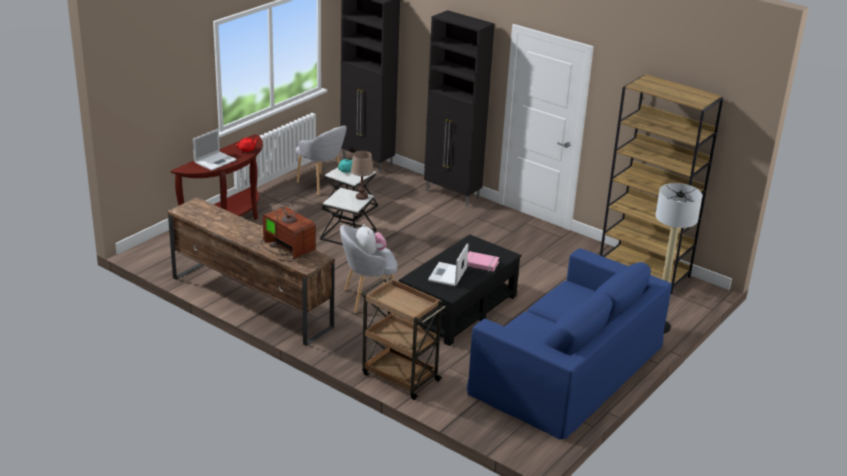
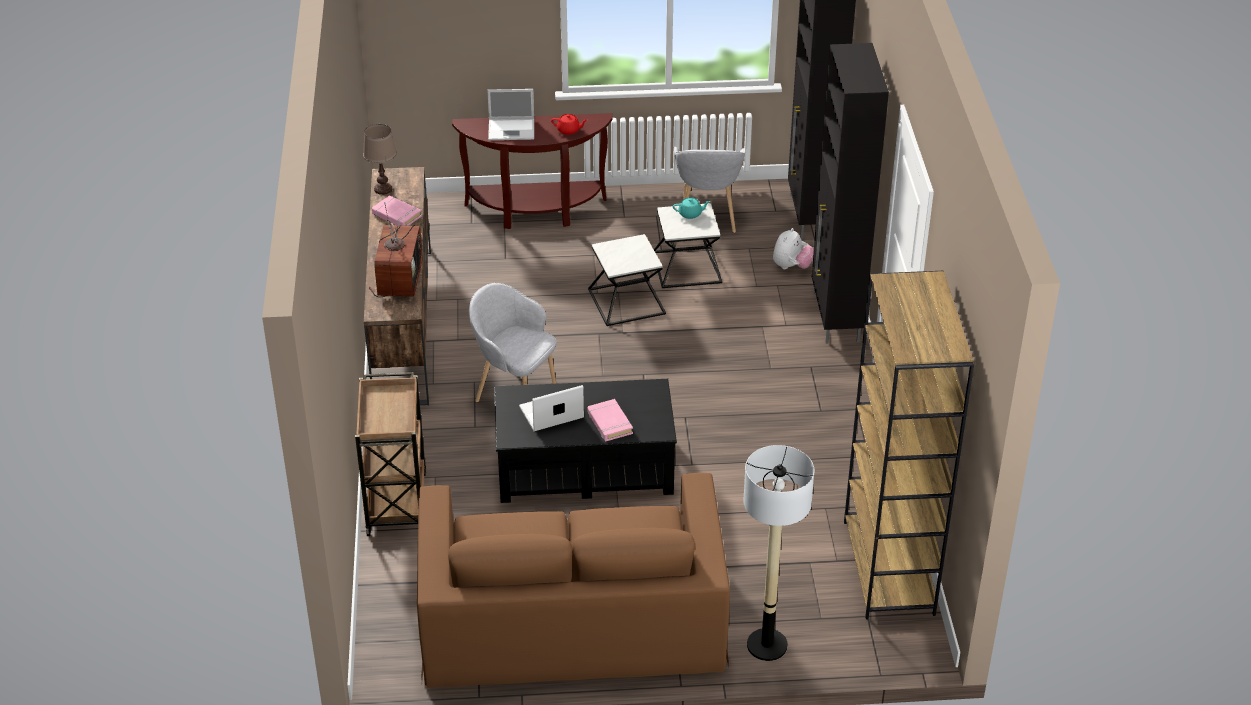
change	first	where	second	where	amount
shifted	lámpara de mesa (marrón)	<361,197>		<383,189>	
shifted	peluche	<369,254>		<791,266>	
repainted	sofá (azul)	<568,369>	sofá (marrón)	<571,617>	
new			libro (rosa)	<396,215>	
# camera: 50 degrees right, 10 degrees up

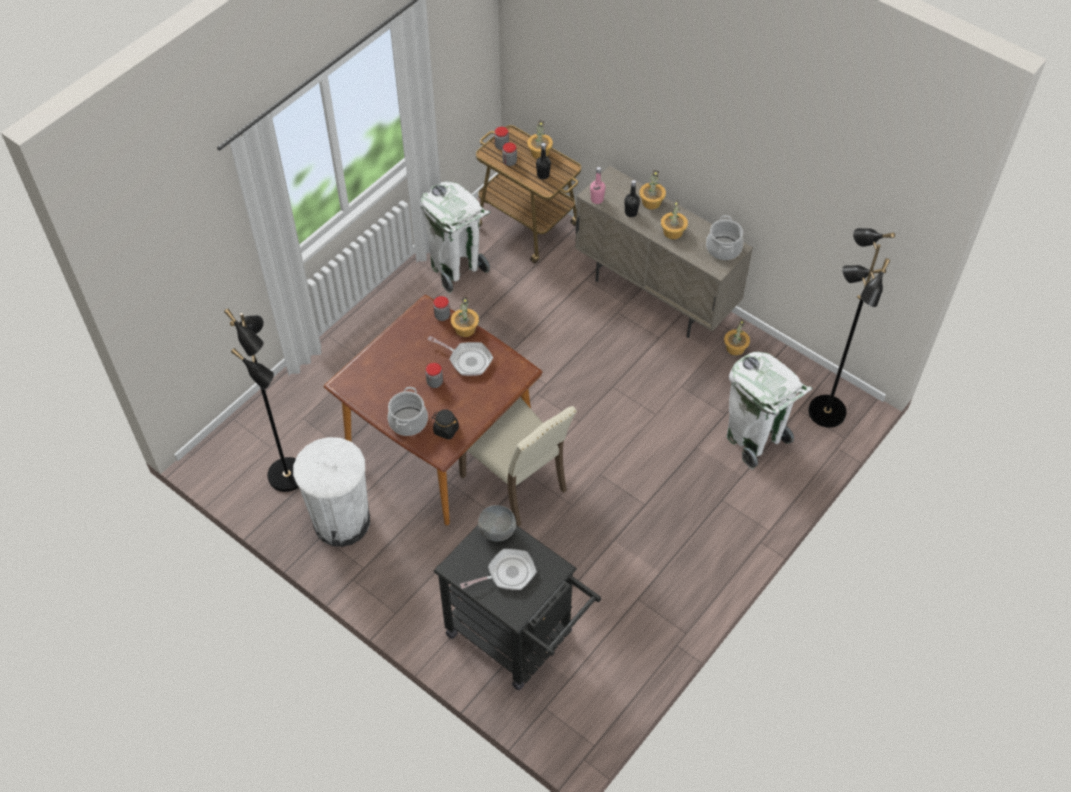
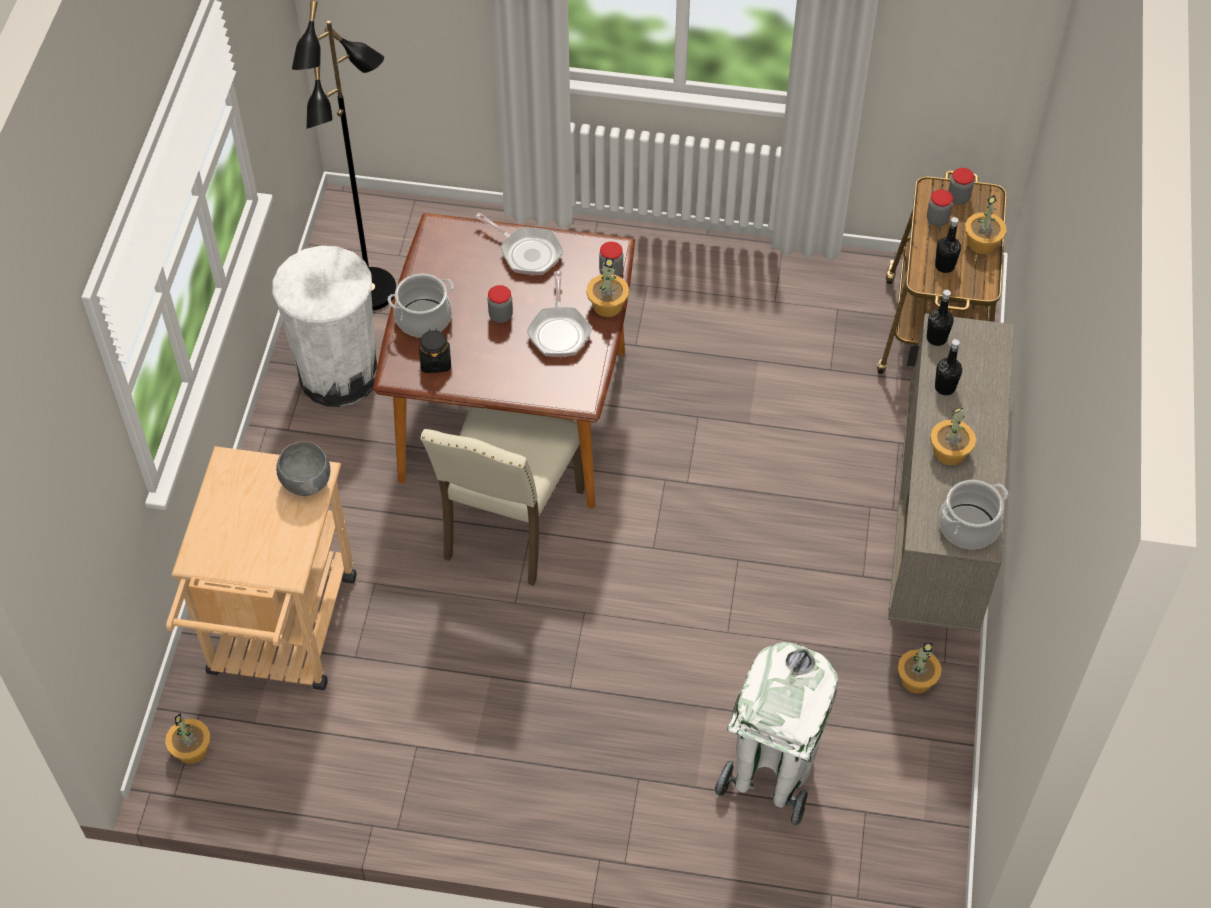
change	first	where	second	where	amount
repainted	botella (rosa)	<597,199>	botella (negro)	<936,338>	
shifted	planta en maceta	<651,202>		<192,749>	
gone	papelera (blanco)	<456,268>			
gone	lámpara de pie (negro)	<825,412>			
repainted	carrito (negro)	<517,639>	carrito (beis)	<279,638>	
shifted	sartén	<507,574>		<527,253>	
# camera: 60 degrees right, 0 degrees up

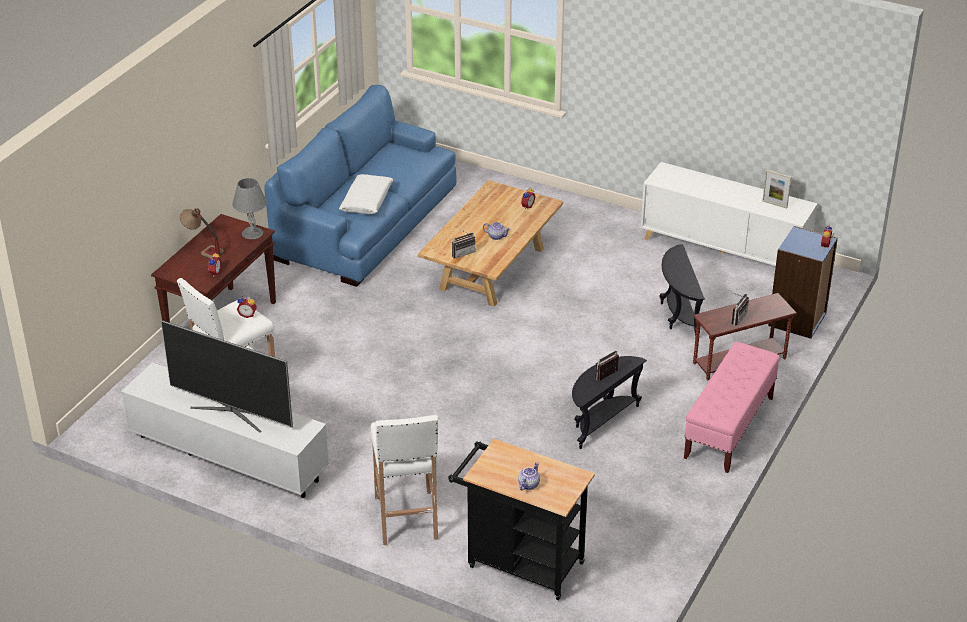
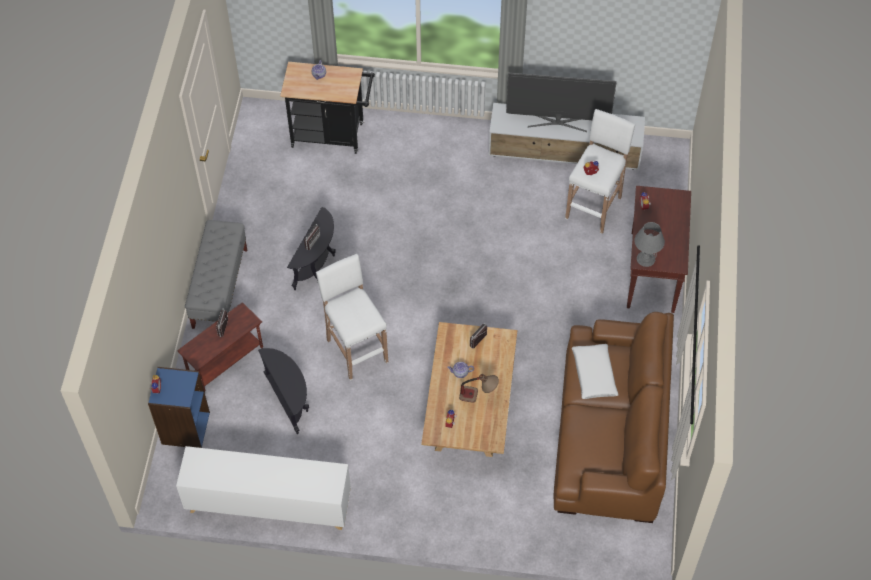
change	first	where	second	where	amount
repainted	sofá (azul)	<366,223>	sofá (marrón)	<610,432>	
gone	portarretratos	<774,204>			
shifted	lámpara de mesa	<203,250>		<478,396>	
repainted	banco (rosa)	<729,428>	banco (gris)	<220,288>	
shifted	taburete (blanco)	<406,519>		<356,350>	
# camera: 160 degrees right, 20 degrees up

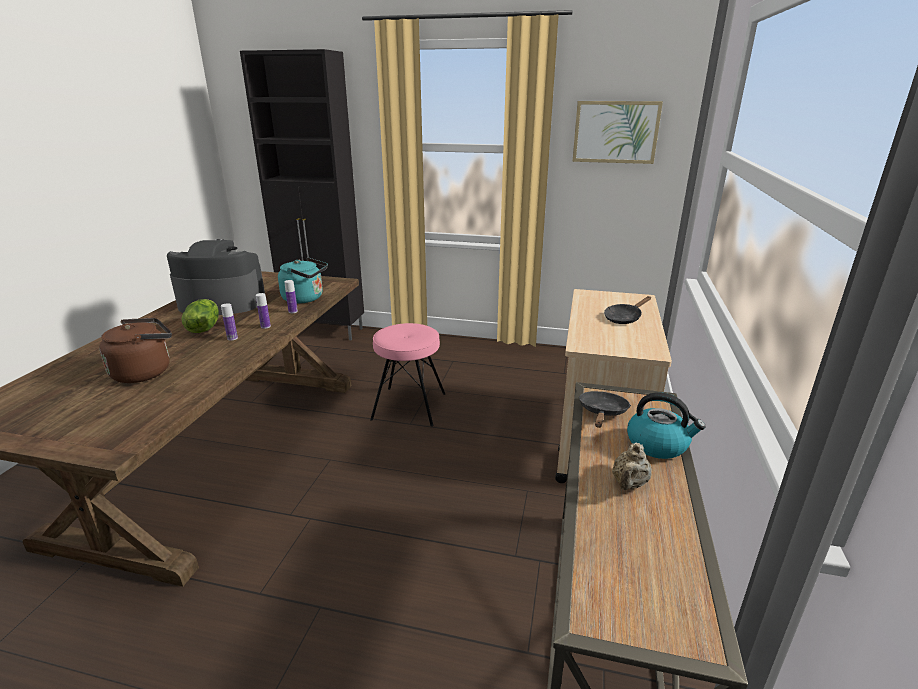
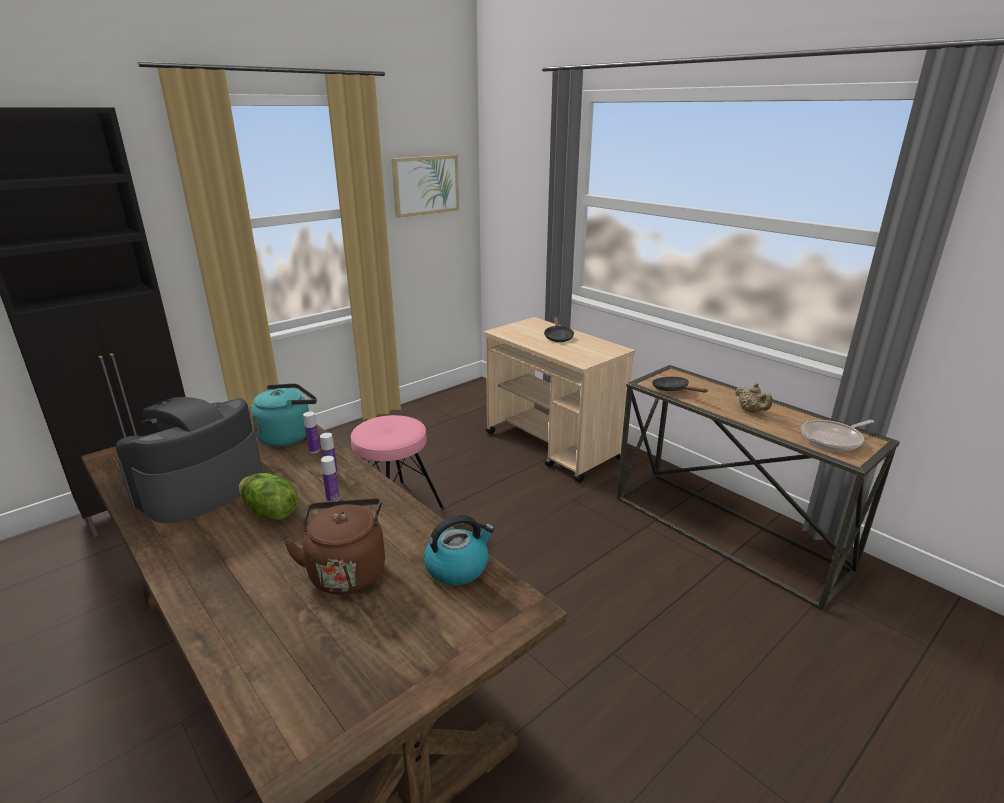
change	first	where	second	where	amount
shifted	hervidor	<658,444>		<458,567>	
new			sartén	<833,439>	
# camera: 55 degrees left, 0 degrees up

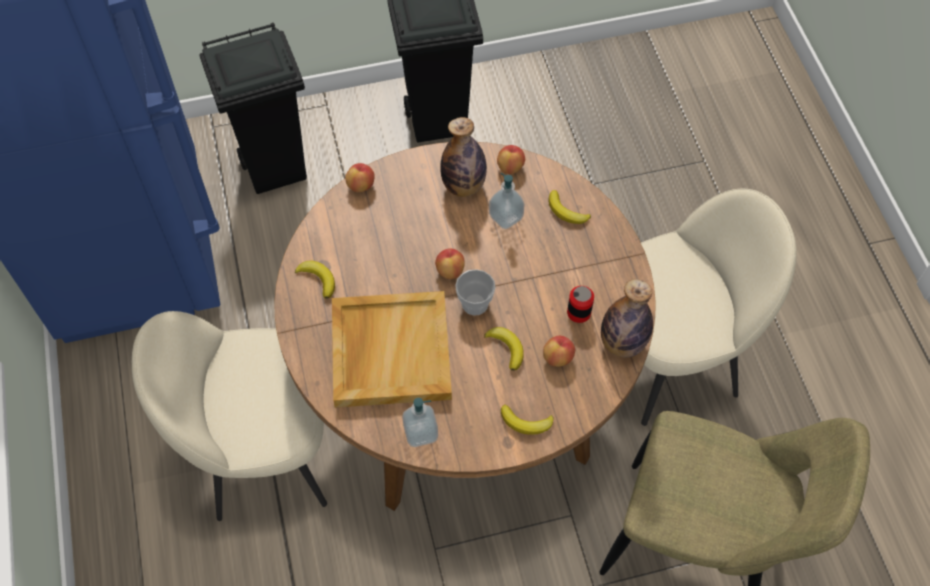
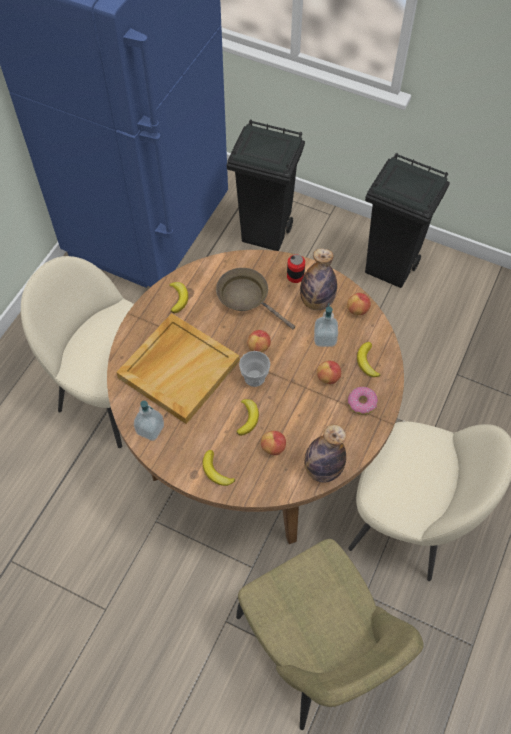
change	first	where	second	where	amount
shifted	manzana	<361,185>		<328,377>	
shifted	lata	<578,313>		<295,276>	
new			sartén (marrón)	<246,297>	
new			rosquilla	<361,403>	
# camera: 40 degrees right, 0 degrees up

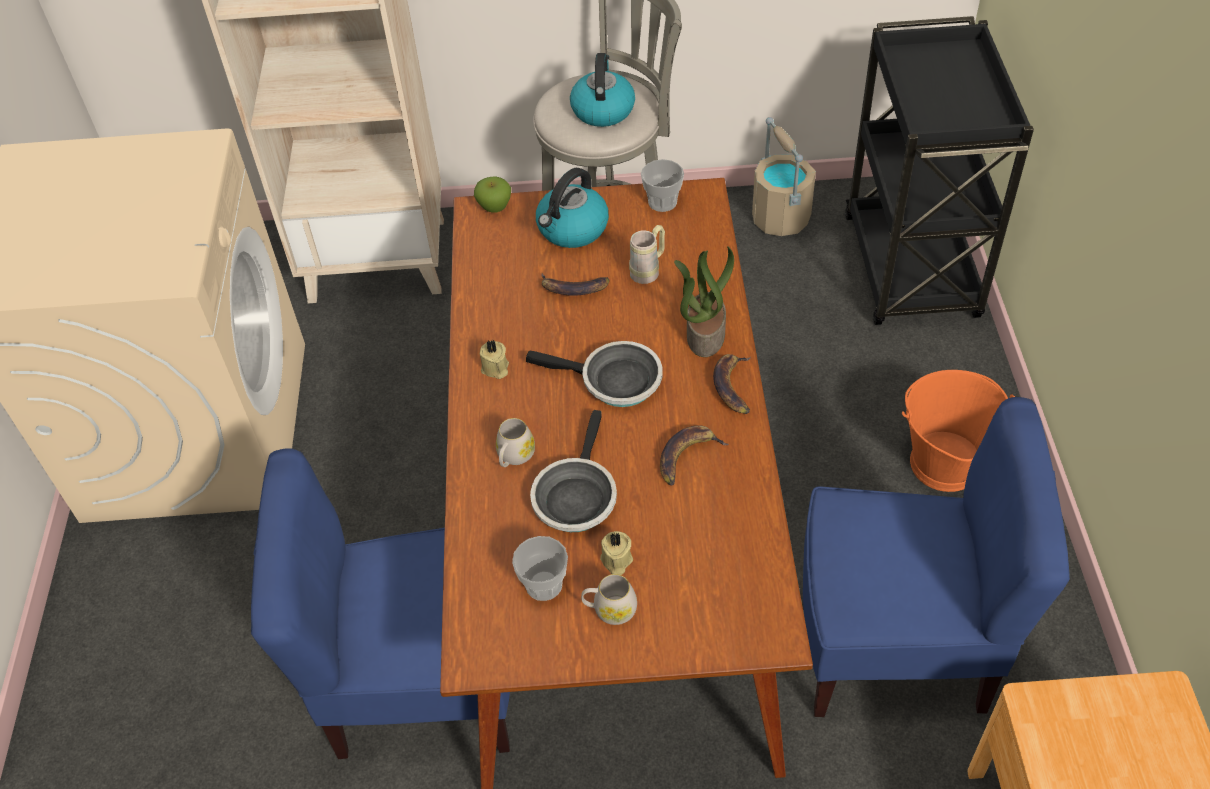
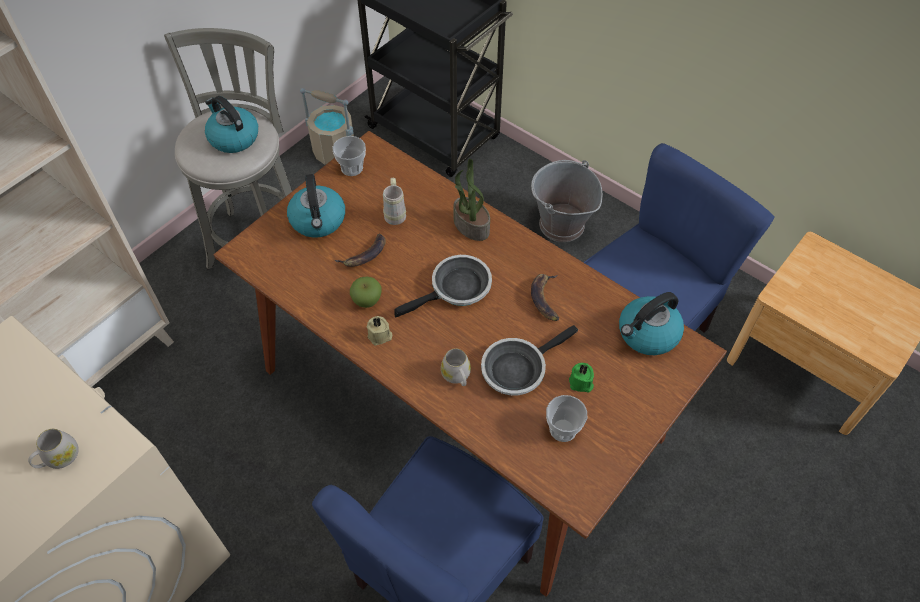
change	first	where	second	where	amount
shifted	manzana	<495,207>		<367,301>	
gone	plátano	<732,386>			
repainted	cubo (naranja)	<943,463>	cubo (gris)	<561,225>	
rotated	sartén	<575,496>		<517,368>	90 degrees clockwise
repainted	vela (beis)	<616,561>	vela (verde)	<581,383>	
shifted	taza grande (blanco)	<610,610>		<59,458>	
new			hervidor	<647,334>	
# camera: 50 degrees left, 5 degrees up

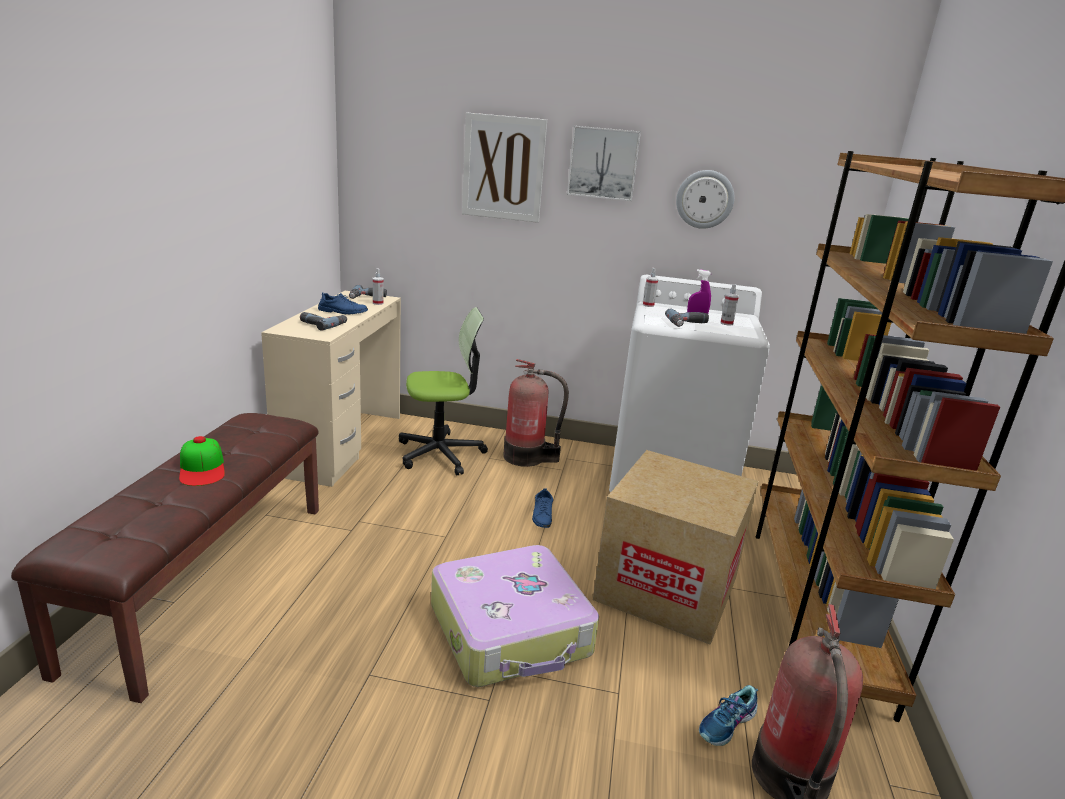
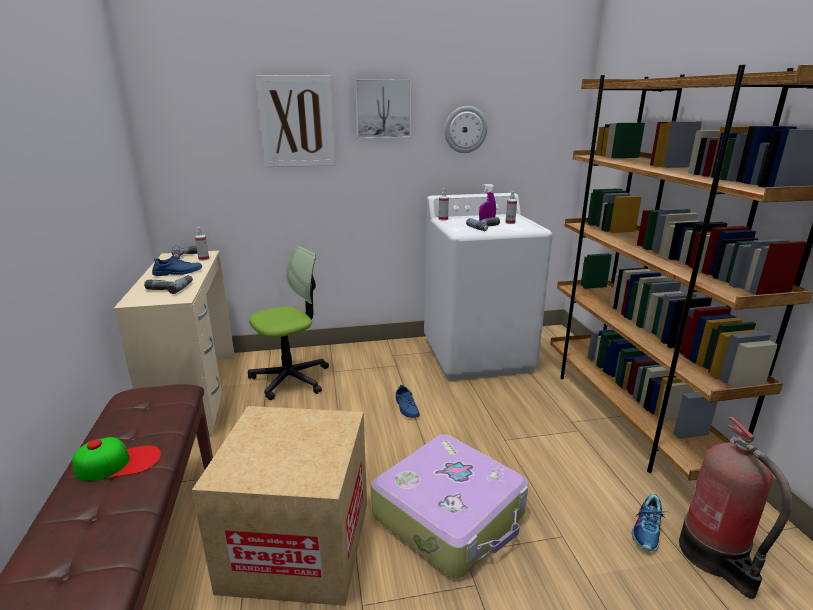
change	first	where	second	where	amount
gone	extintor	<527,457>			
rotated	gorra	<202,468>		<118,462>	60 degrees counterclockwise
shifted	caja de cartón	<667,588>		<297,545>	
# camera: 20 degrees left, 0 degrees up

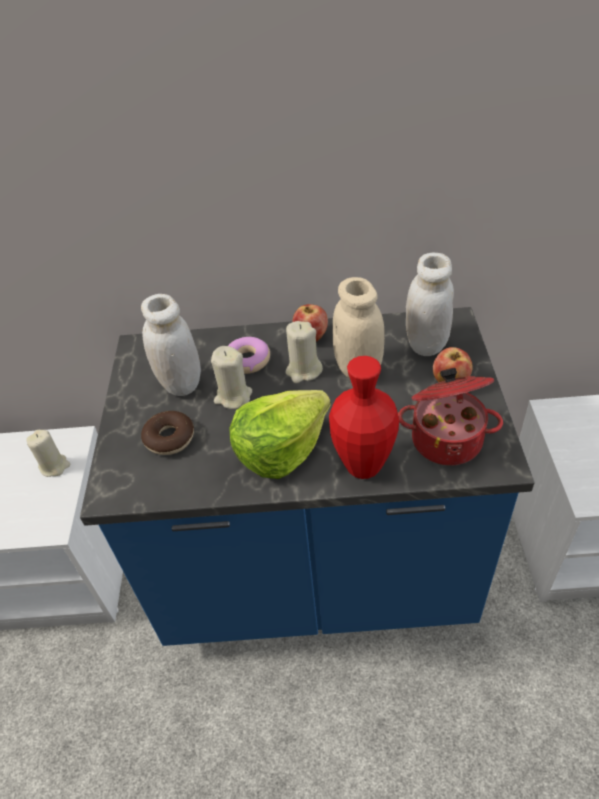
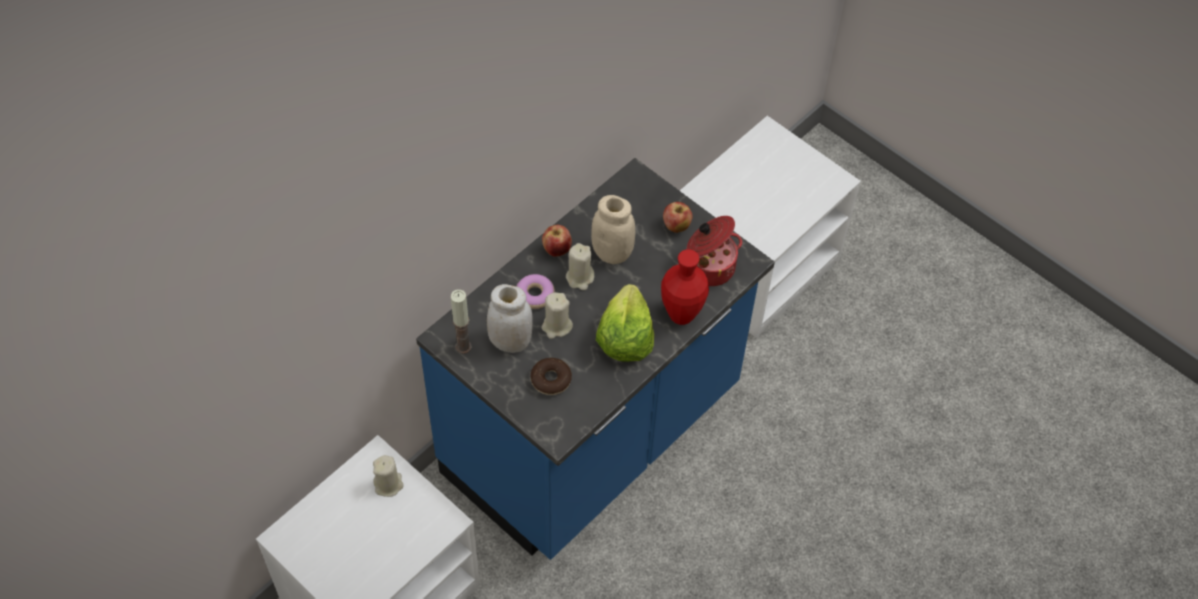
change	first	where	second	where	amount
gone	tarro (blanco)	<426,344>			
new			vela	<463,346>	
# camera: 50 degrees left, 10 degrees up

